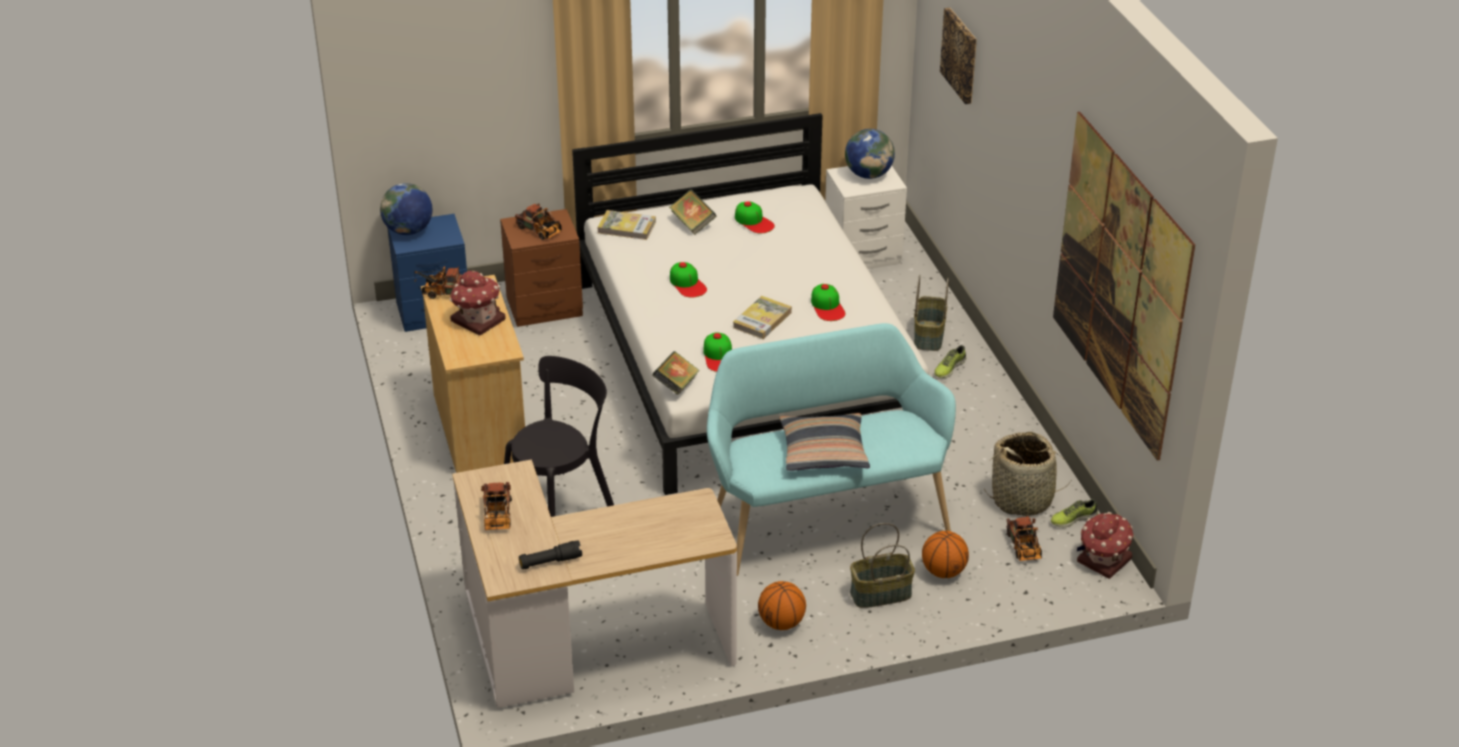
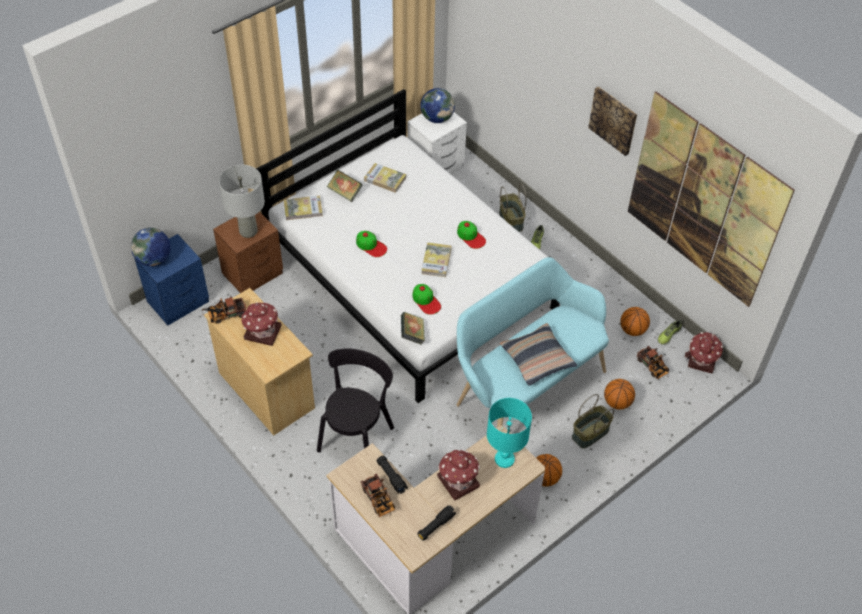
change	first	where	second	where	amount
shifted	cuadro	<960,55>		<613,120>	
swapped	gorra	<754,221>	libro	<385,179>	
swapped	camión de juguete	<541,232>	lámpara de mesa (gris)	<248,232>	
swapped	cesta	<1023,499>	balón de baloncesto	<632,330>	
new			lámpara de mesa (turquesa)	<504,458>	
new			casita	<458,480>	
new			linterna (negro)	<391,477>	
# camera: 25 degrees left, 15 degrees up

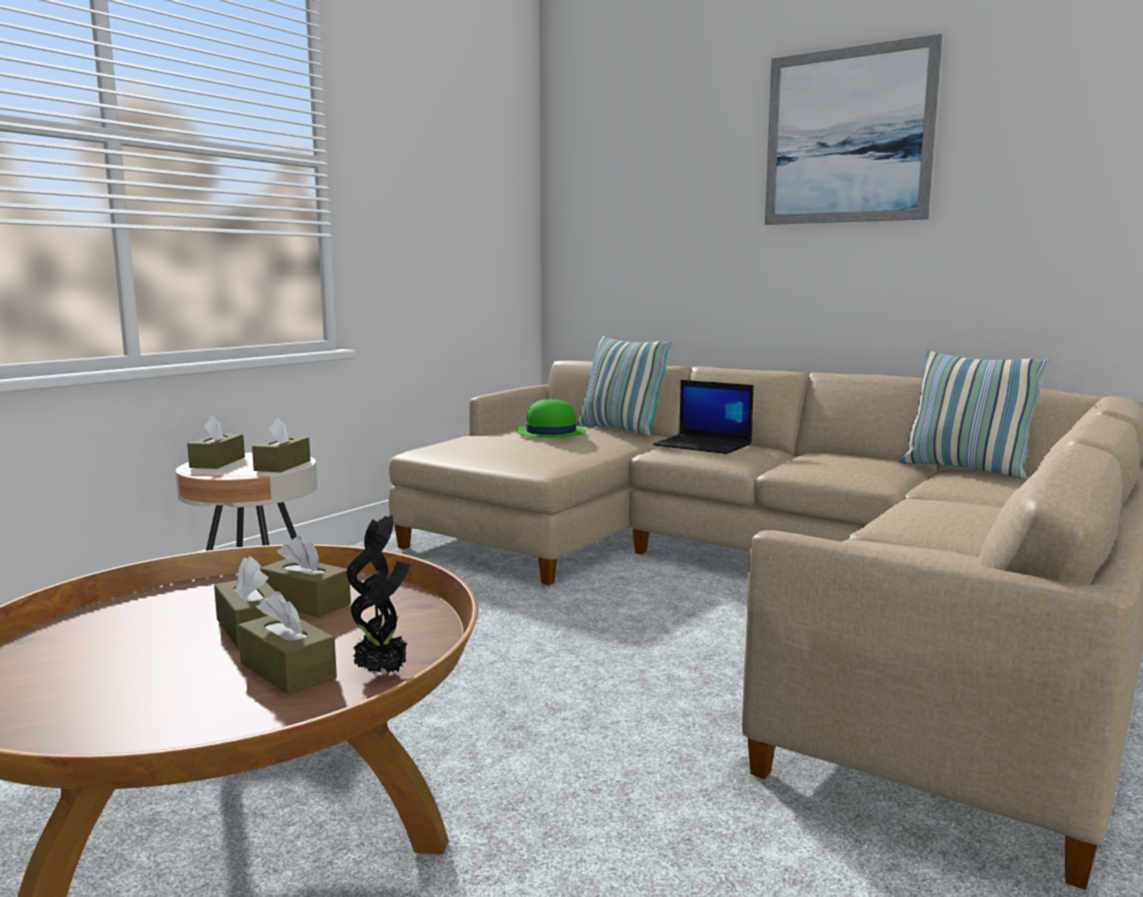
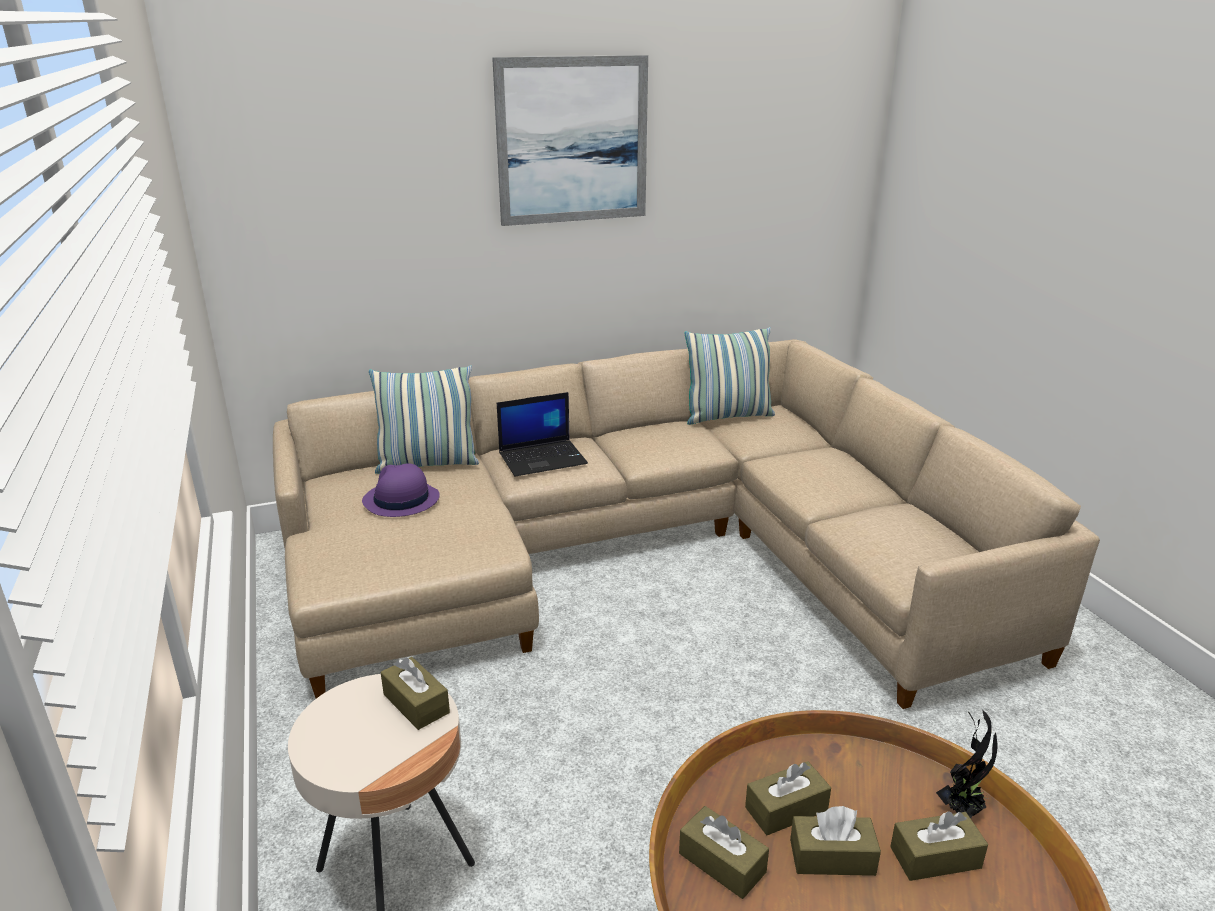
change	first	where	second	where	amount
repainted	sombrero (verde)	<550,433>	sombrero (morado)	<400,500>	
shifted	caja de pañuelos (marrón)	<217,462>		<722,863>	
# camera: 55 degrees left, 15 degrees up

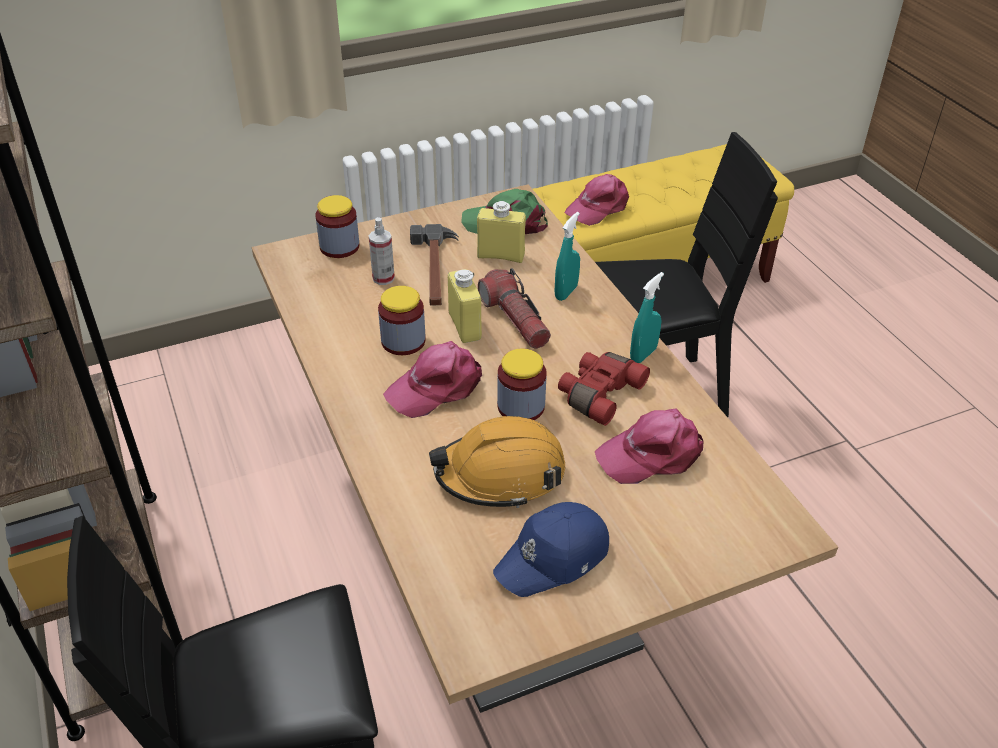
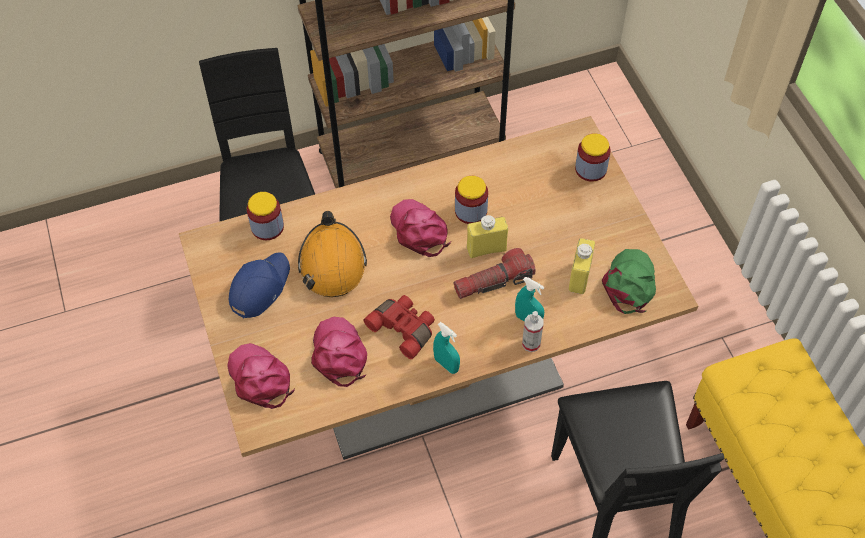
change	first	where	second	where	amount
shifted	gorra (rosa)	<598,207>		<260,379>	
shifted	pulverizador	<383,278>		<531,344>	
gone	martillo	<435,269>			
shifted	tarro	<521,406>		<267,227>	
rotated	gorra (azul)	<554,558>		<259,287>	60 degrees clockwise
# camera: 95 degrees right, 15 degrees up

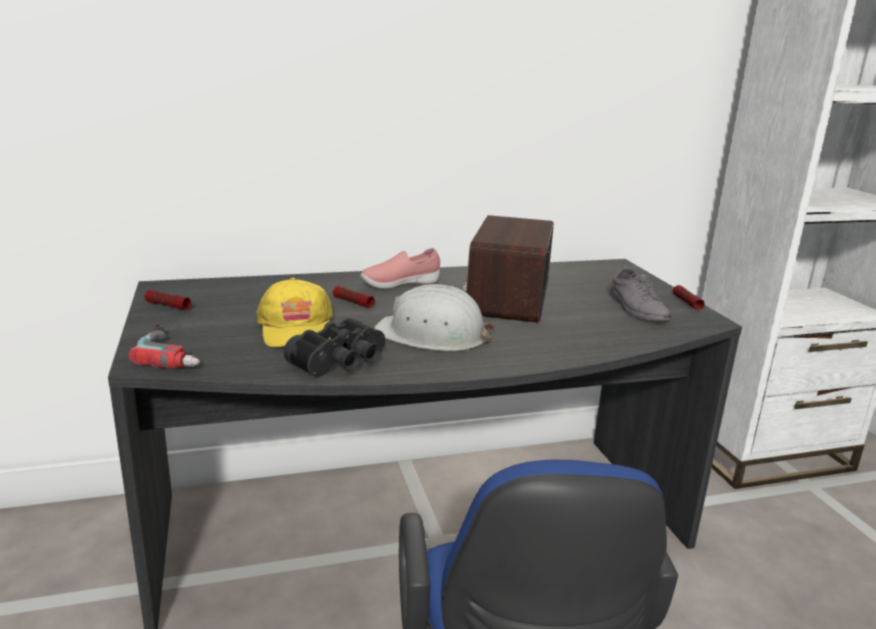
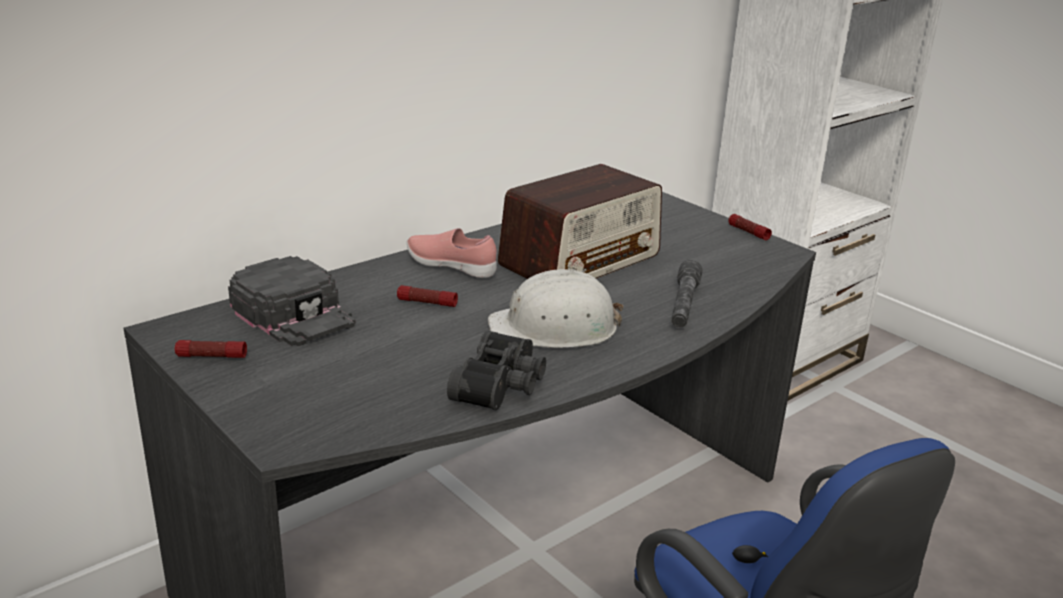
change	first	where	second	where	amount
rotated	radio	<508,297>		<581,260>	120 degrees counterclockwise
rotated	zapato (rosa)	<399,285>		<452,267>	75 degrees clockwise
gone	zapato (gris)	<637,308>			
gone	gorra (amarillo)	<296,329>			
gone	taladro	<176,351>			
new			gorra (negro)	<294,313>	
new			linterna (gris)	<683,305>	
# camera: 25 degrees left, 5 degrees up

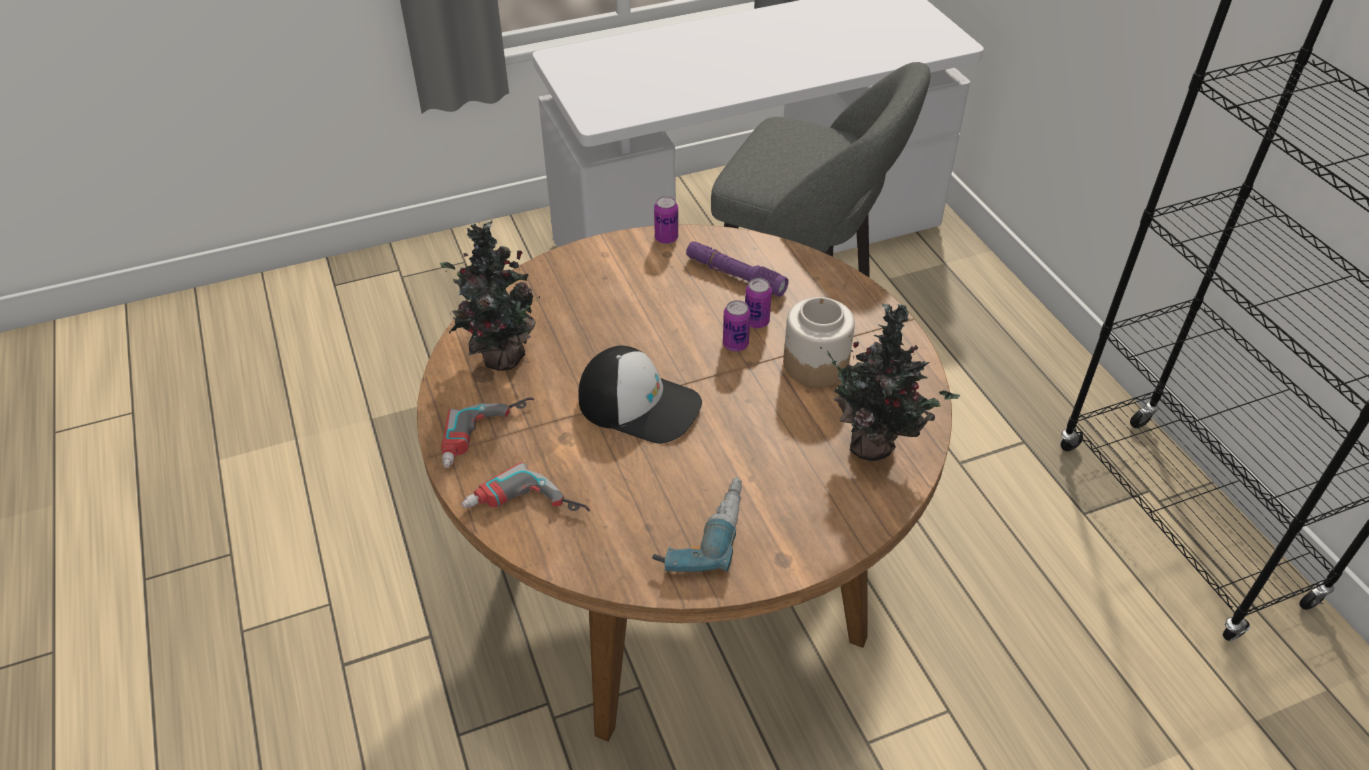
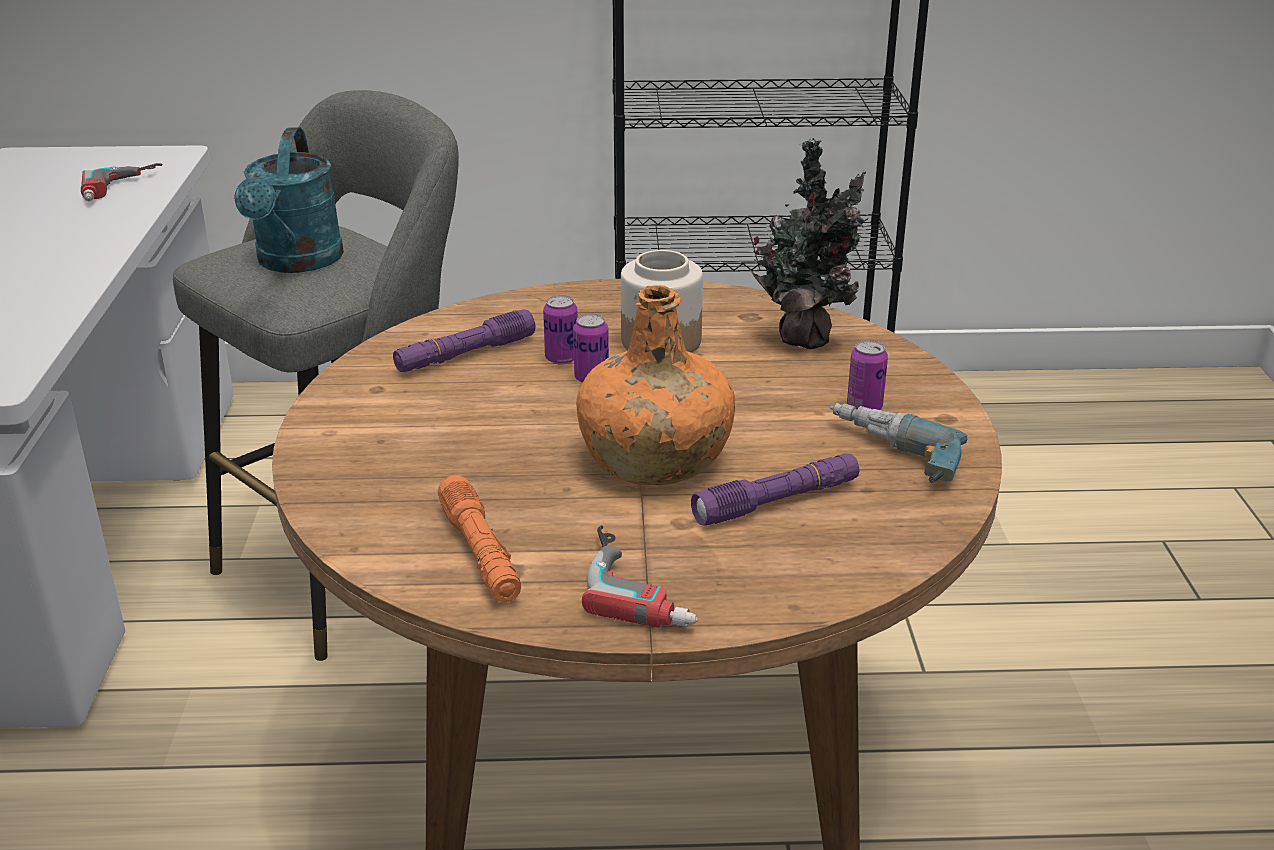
change	first	where	second	where	amount
shifted	lata	<666,238>		<864,407>	
swapped	planta en maceta	<499,357>	linterna (naranja)	<480,552>	
swapped	gorra	<640,404>	botella (naranja)	<653,458>	
shifted	taladro	<524,511>		<124,189>	
new			regadera (turquesa)	<296,262>	
new			linterna (morado)	<777,502>	
# camera: 70 degrees left, 15 degrees down

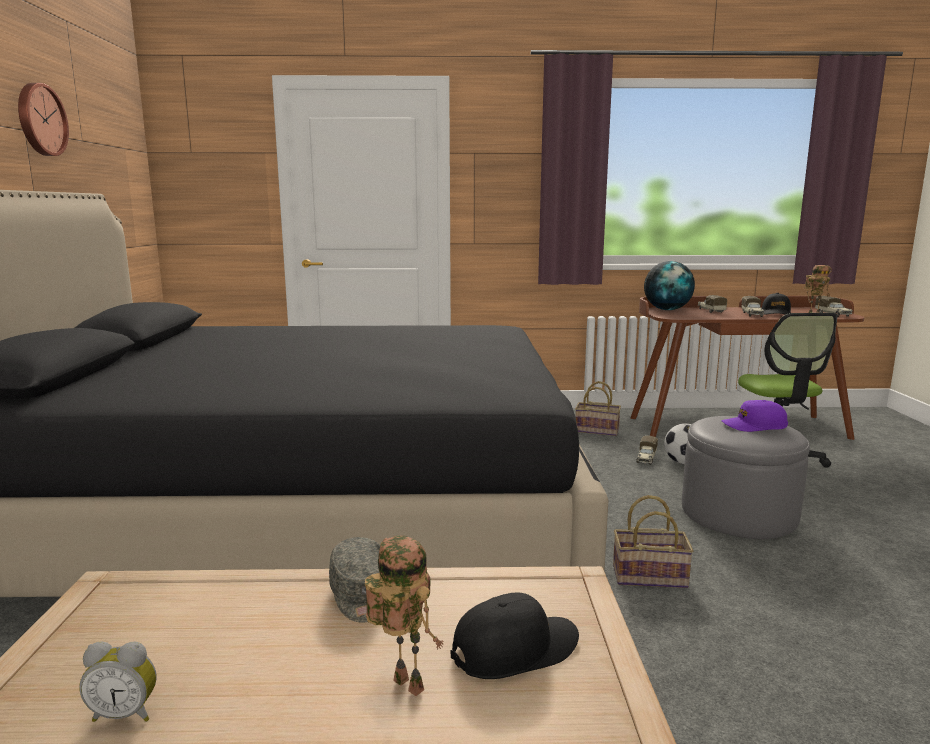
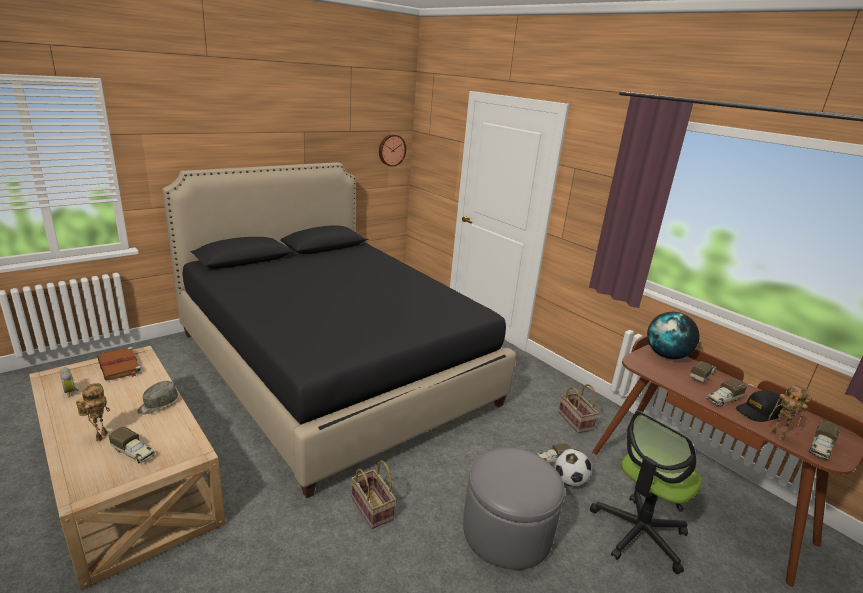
change	first	where	second	where	amount
shifted	reloj de pared	<40,120>		<391,150>	
gone	gorra (morado)	<754,426>			
swapped	gorra (negro)	<515,649>	camión de juguete	<134,453>	
new			libro (marrón)	<119,366>	
# camera: 50 degrees right, 10 degrees up

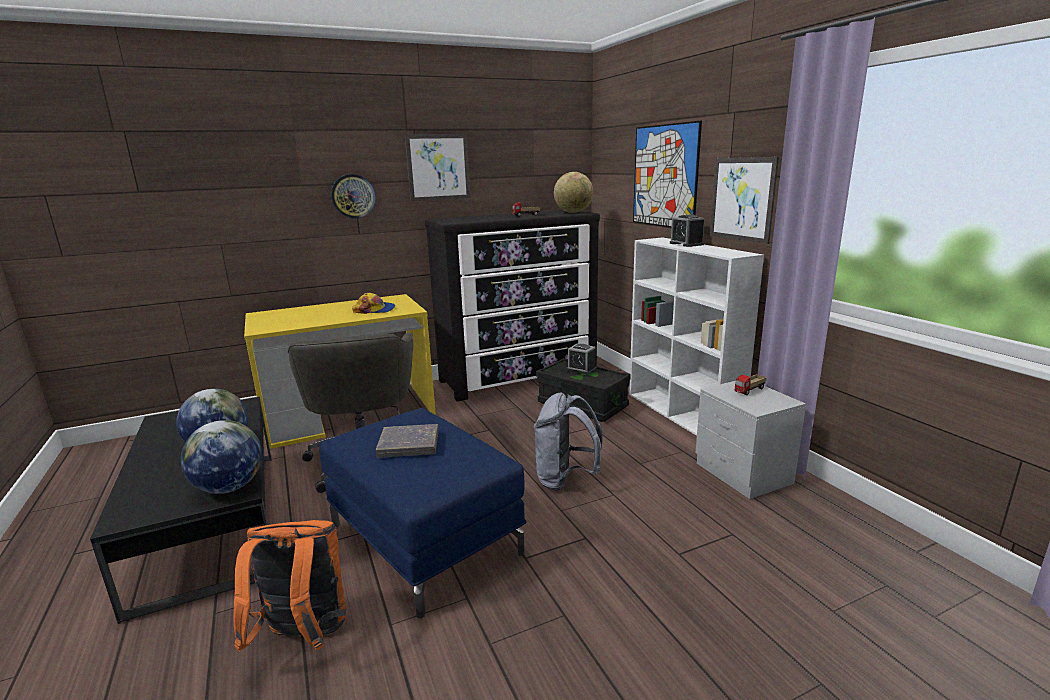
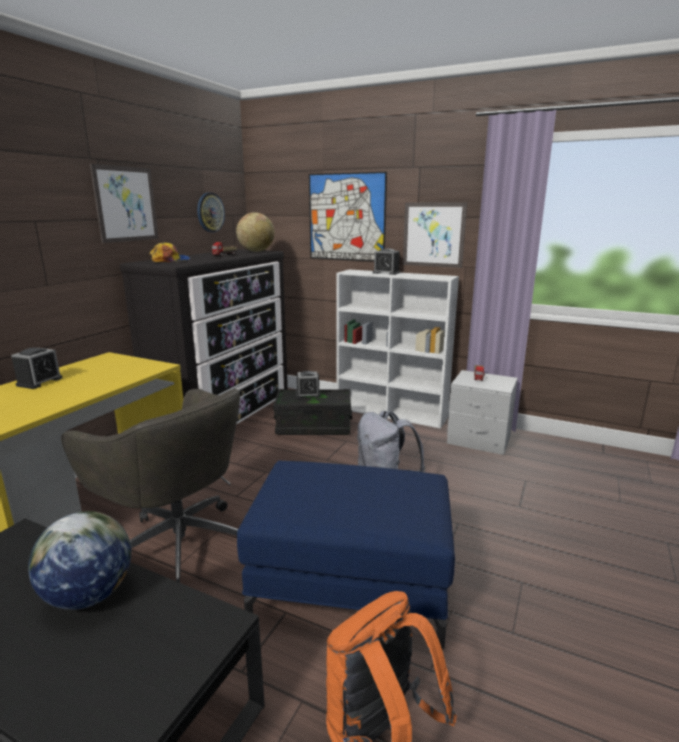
change	first	where	second	where	amount
shifted	reloj de pared	<353,196>		<210,212>	
shifted	gorra	<375,310>		<170,260>	
gone	globo terráqueo	<229,487>			
gone	libro (gris)	<409,445>			
new			despertador	<39,382>	
# camera: 40 degrees left, 0 degrees up

